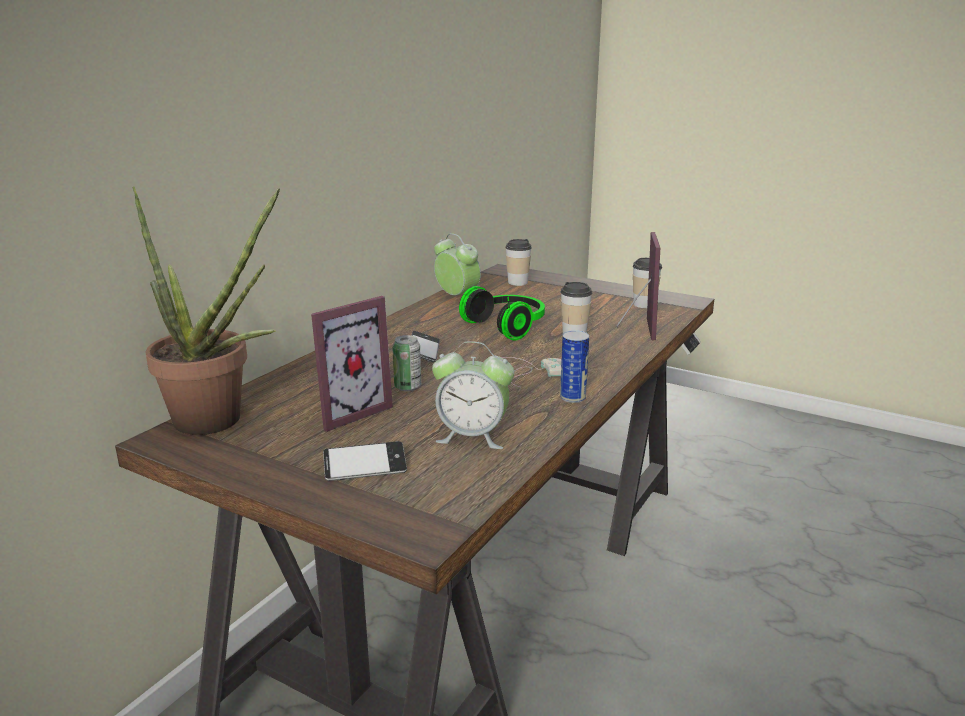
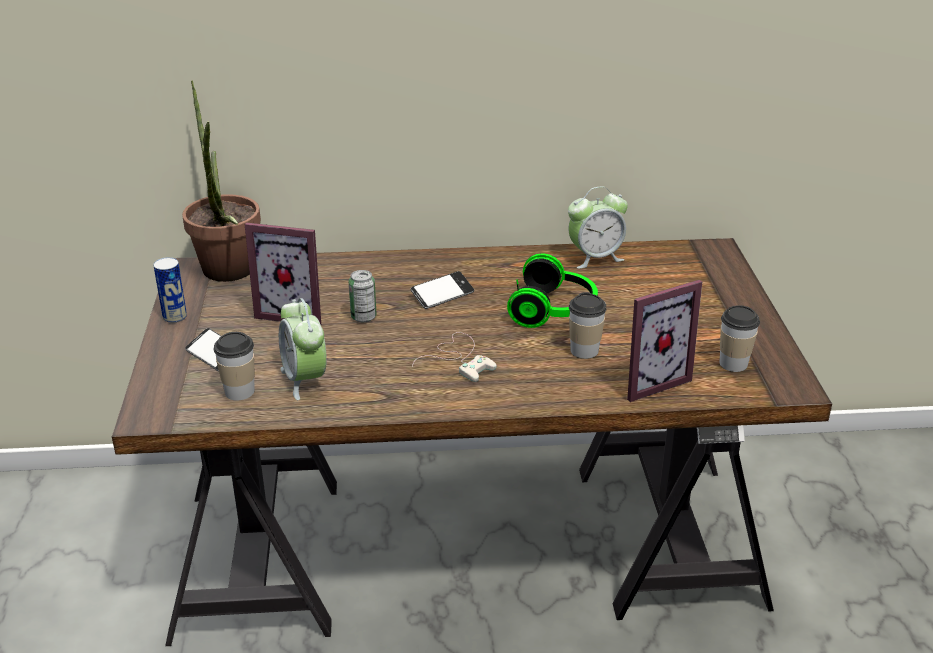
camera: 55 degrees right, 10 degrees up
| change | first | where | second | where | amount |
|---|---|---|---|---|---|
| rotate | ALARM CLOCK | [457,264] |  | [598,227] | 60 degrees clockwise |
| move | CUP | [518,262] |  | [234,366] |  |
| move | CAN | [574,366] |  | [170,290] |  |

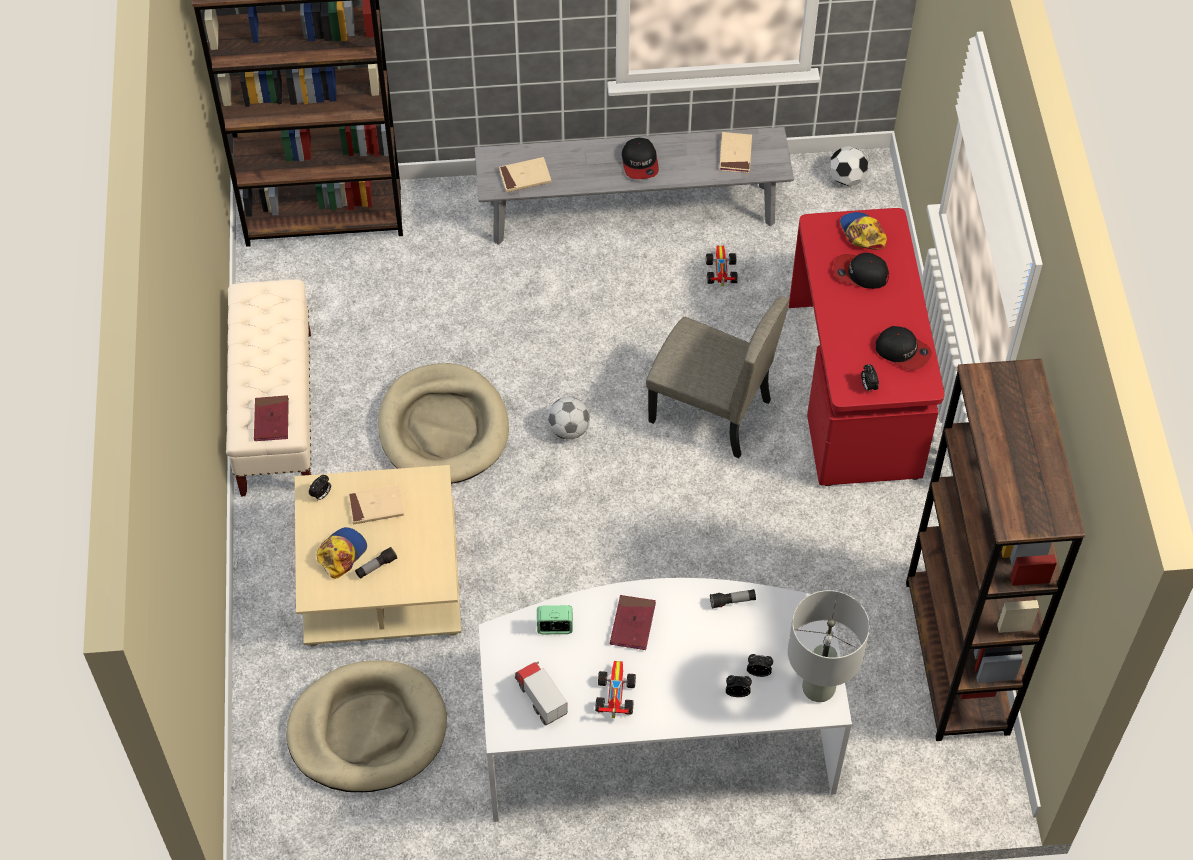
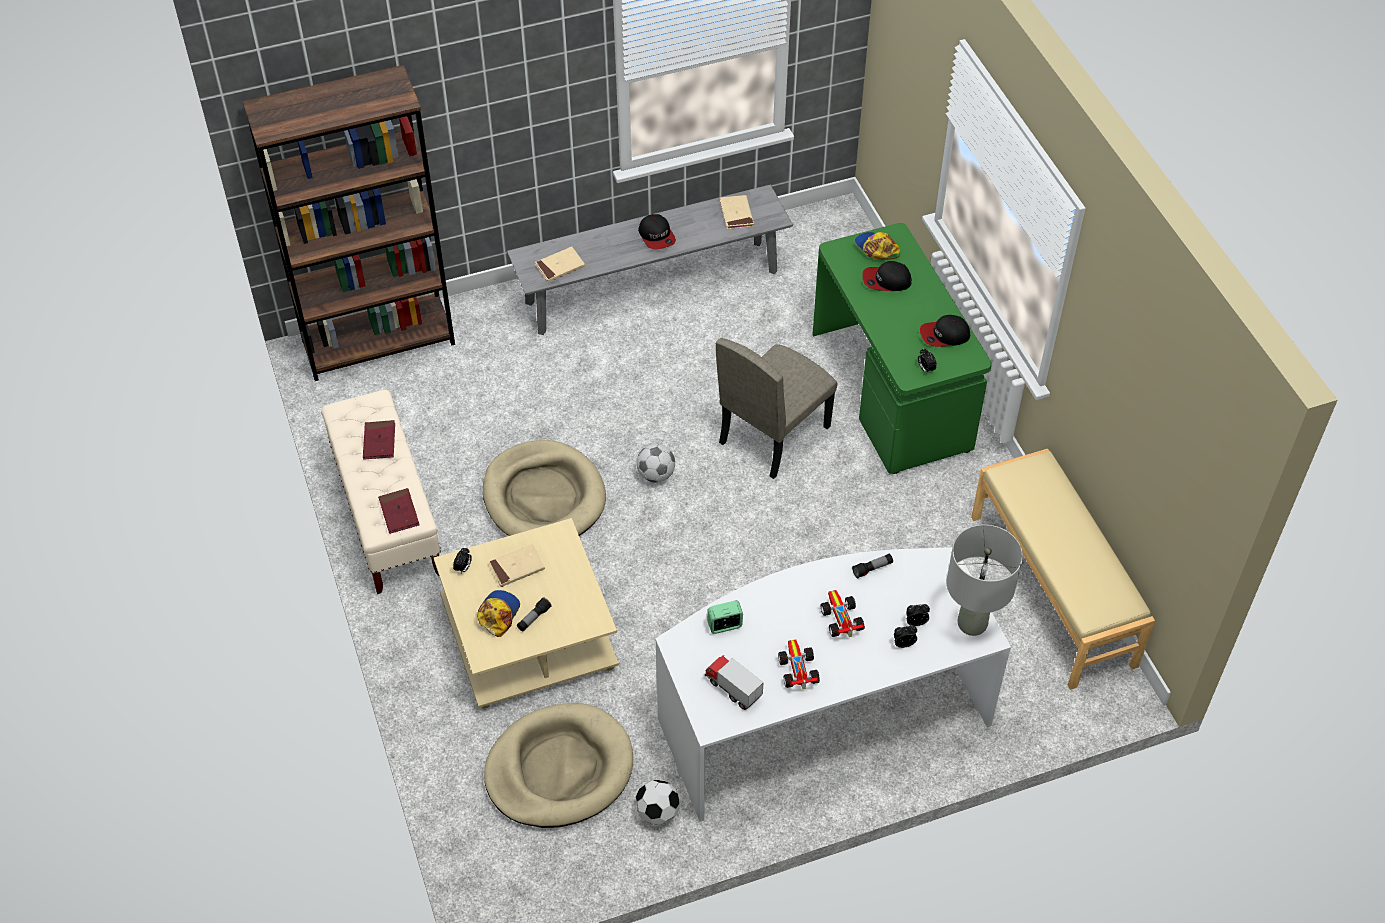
camera: 15 degrees left, 5 degrees down
| change | first | where | second | where | amount |
|---|---|---|---|---|---|
| move | RED BOOK | [633,622] |  | [379,439] |  |
| rotate | BEIGE CHAIR | [717,377] |  | [776,408] | 120 degrees clockwise |
| move | TOY CAR | [722,265] |  | [843,613] |  |
| recolor | RED DESK | [867,347] | GREEN DESK | [902,348] |  |
| move | FOOTBALL | [849,166] |  | [658,802] |  |
| rotate | CAP | [904,348] |  | [945,331] | 150 degrees clockwise |
| replace | BROWN BOOKCASE | [995,550] | BEIGE BENCH | [1063,569] |  |

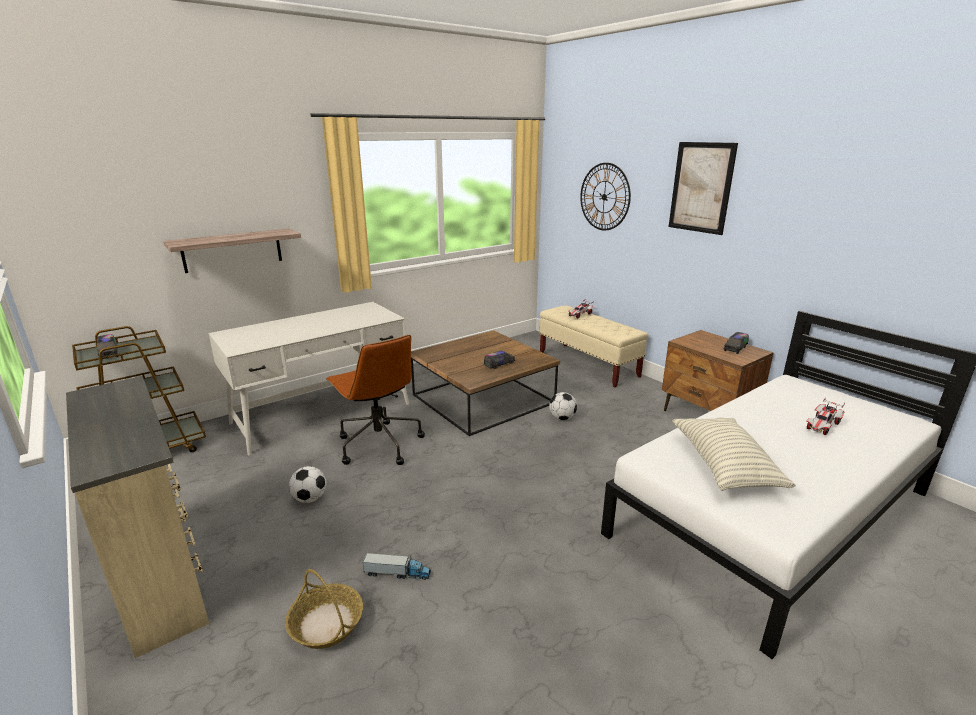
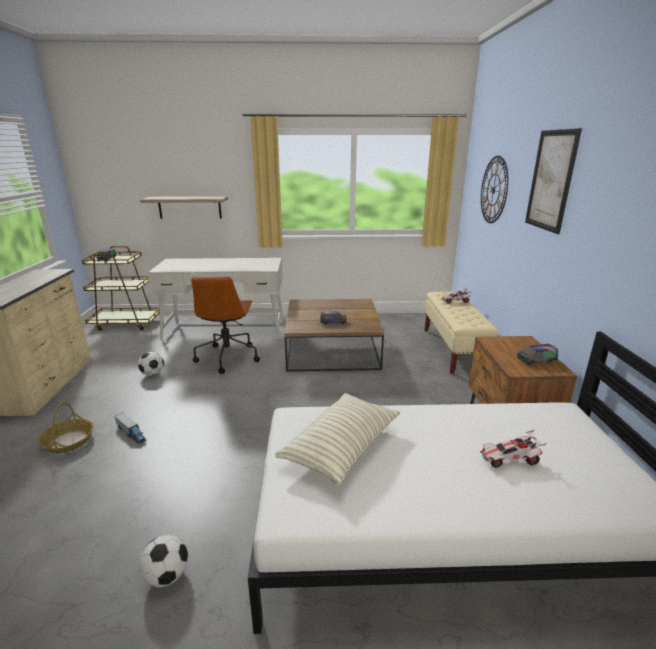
camera: 35 degrees right, 0 degrees up
| change | first | where | second | where | amount |
|---|---|---|---|---|---|
| move | FOOTBALL | [563,406] |  | [163,561] |  |

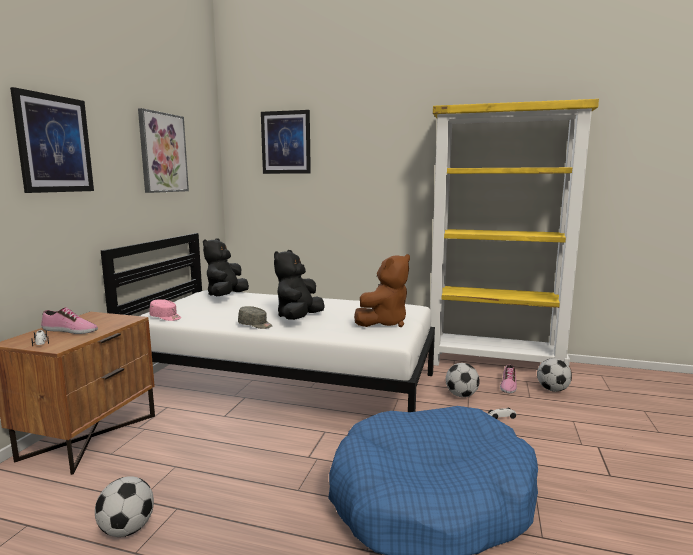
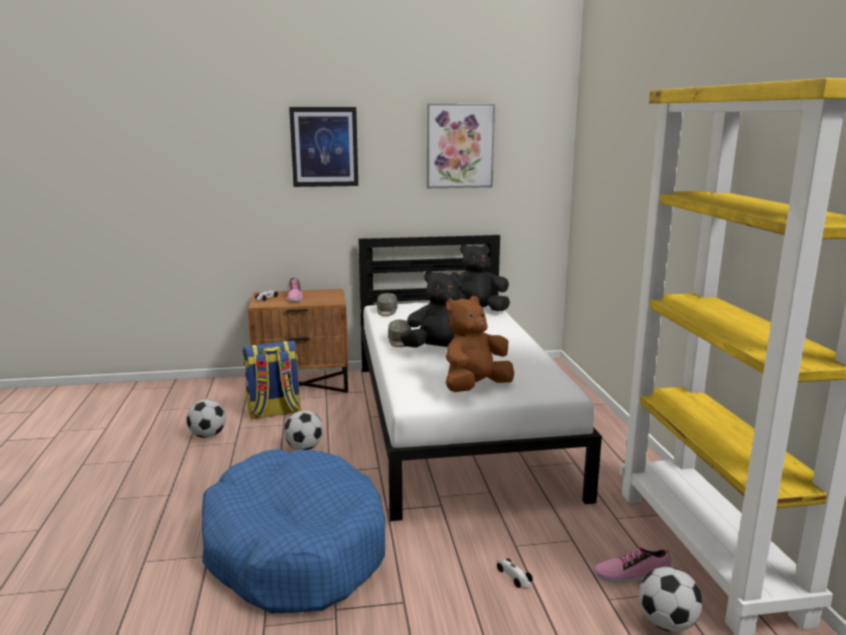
camera: 65 degrees right, 5 degrees up
| change | first | where | second | where | amount |
|---|---|---|---|---|---|
| recolor | PINK CAP | [165,310] | GREY CAP | [387,304] |  |
| delete | PICTURE | [286,142] |  |  |  |
| rotate | BROWN PLUSH TOY | [382,290] |  | [480,344] | 120 degrees clockwise |
| move | FOOTBALL | [463,380] |  | [303,430] |  |
| insert |  |  | BACKPACK | [272,380] |  |

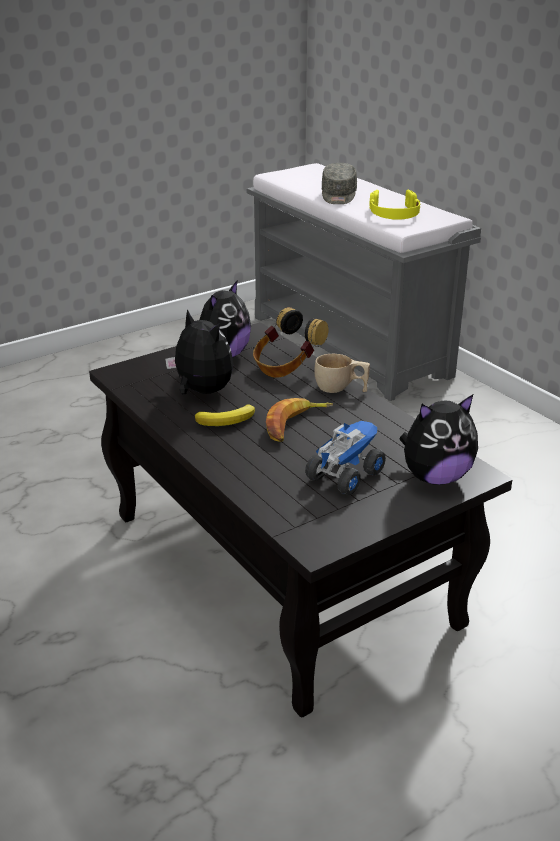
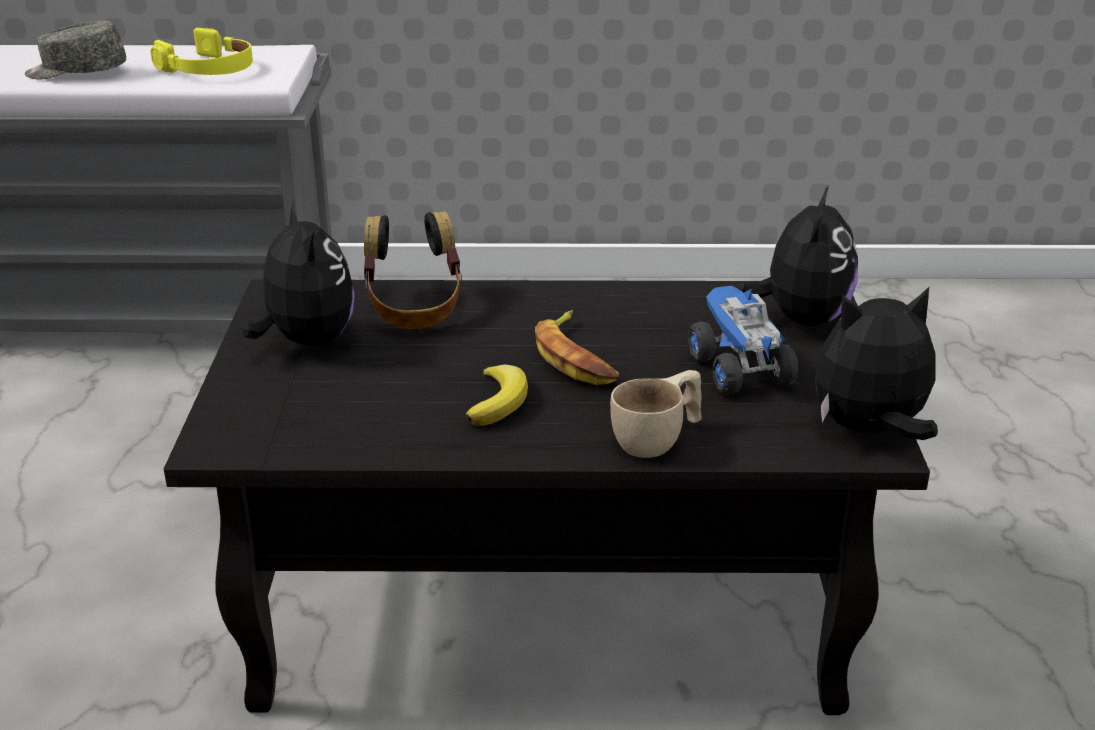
camera: 55 degrees left, 0 degrees up
| change | first | where | second | where | amount |
|---|---|---|---|---|---|
| move | PLUSH TOY | [199,351] |  | [876,363] |  |
| move | BEIGE CUP | [342,373] |  | [656,414] |  |
| rotate | GREY CAP | [339,183] |  | [75,50] | 135 degrees clockwise |

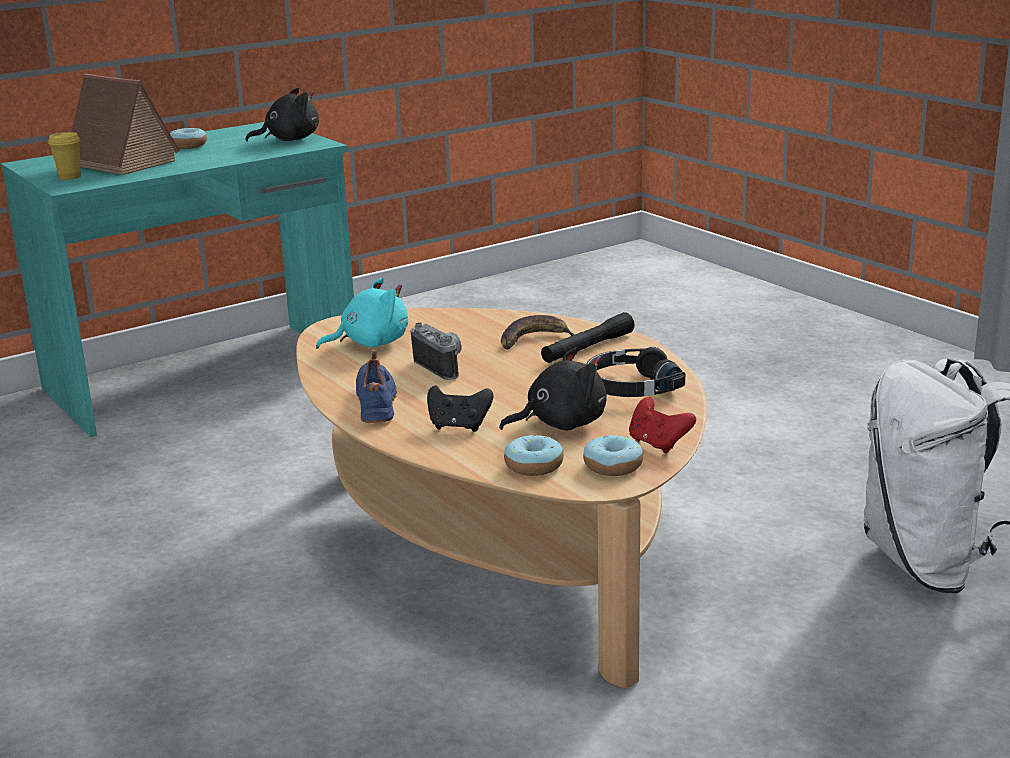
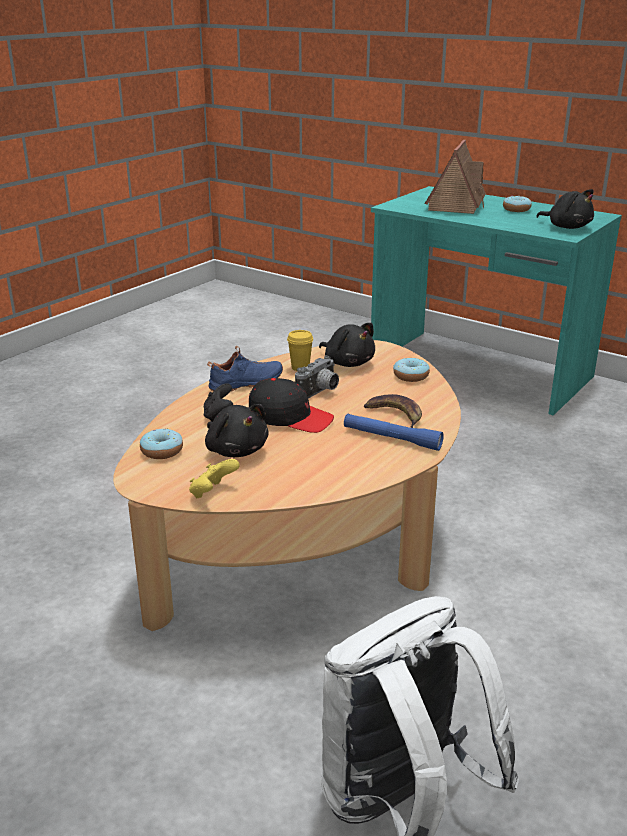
camera: 70 degrees right, 5 degrees up
| change | first | where | second | where | amount |
|---|---|---|---|---|---|
| move | YELLOW CUP | [64,156] |  | [300,350] |  |
| recolor | TURQUOISE PLUSH TOY | [362,313] | BLACK PLUSH TOY | [347,345] |  |
| recolor | BLACK FLASHLIGHT | [588,337] | BLUE FLASHLIGHT | [394,432] |  |
| move | DONUT | [613,455] |  | [411,370] |  |
| delete | BLACK HEADPHONES | [635,372] |  |  |  |
| recolor | RED GAME CONTROLLER | [662,425] | YELLOW GAME CONTROLLER | [214,479] |  |
| insert |  |  | BLACK CAP | [291,405] |  |

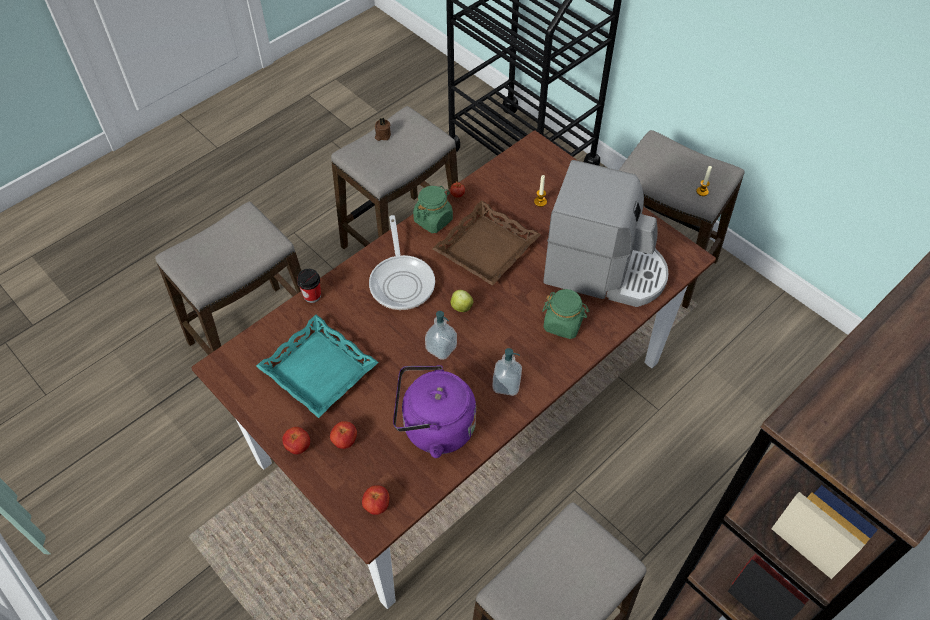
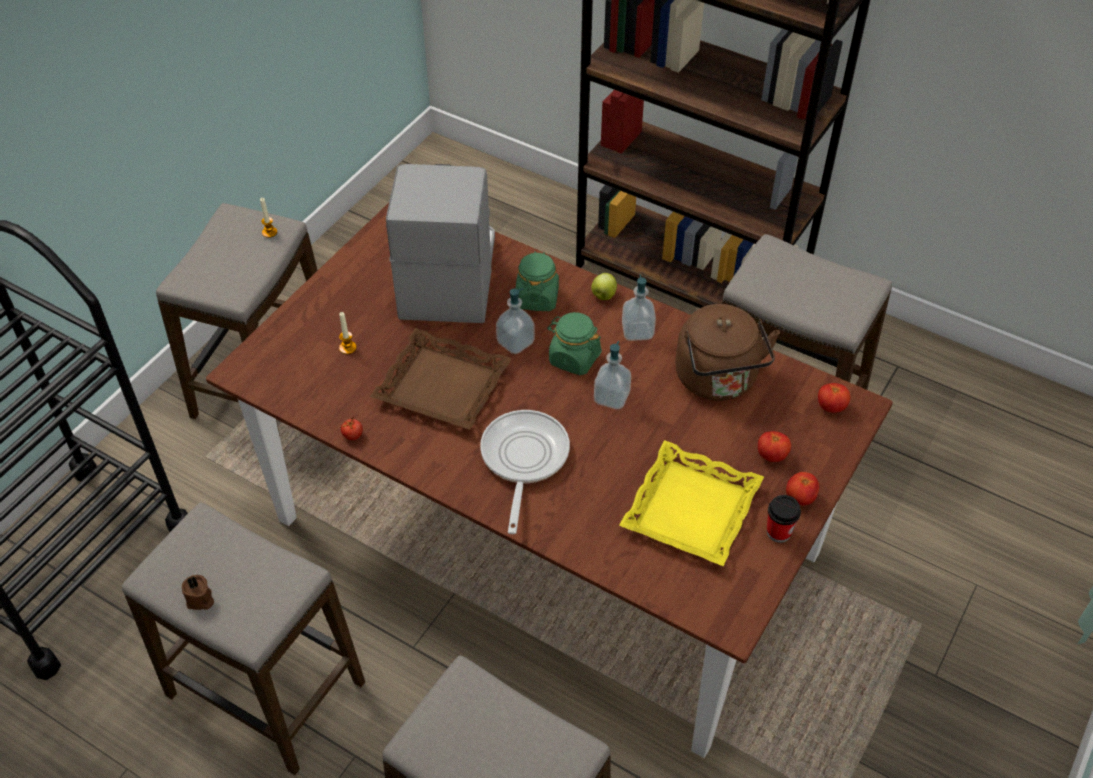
camera: 105 degrees left, 5 degrees down
| change | first | where | second | where | amount |
|---|---|---|---|---|---|
| recolor | TURQUOISE TRAY | [317,366] | YELLOW TRAY | [691,503] |  |
| move | CUP | [309,286] |  | [784,519] |  |
| rotate | FRYING PAN | [402,262] |  | [525,472] | 60 degrees counterclockwise |
| recolor | PURPLE KETTLE | [434,411] | BROWN KETTLE | [727,352] |  |
| move | GREEN JAR | [433,209] |  | [574,343] |  |
| move | APPLE | [462,301] |  | [604,286] |  |
| insert |  |  | SOAP DISPENSER | [515,321] |  |

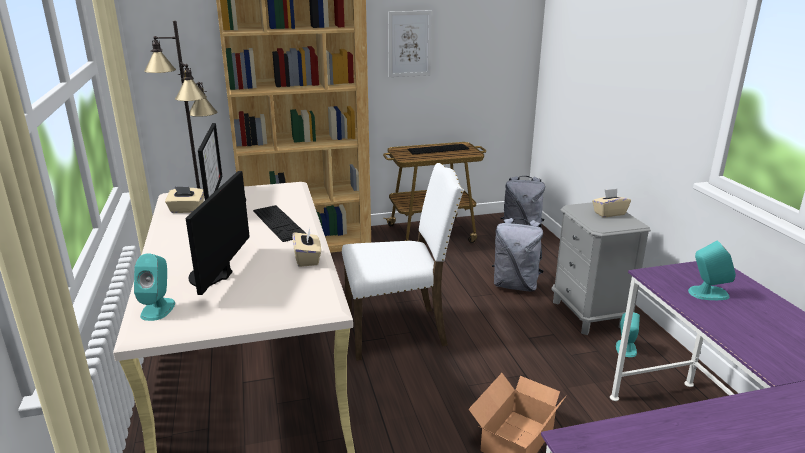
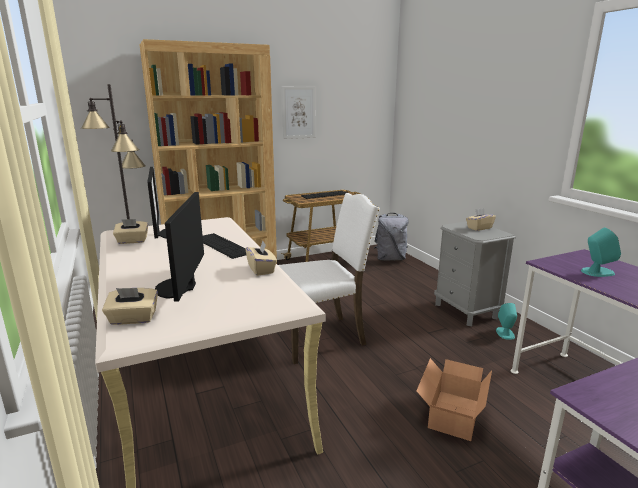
camera: 10 degrees left, 5 degrees down
| change | first | where | second | where | amount |
|---|---|---|---|---|---|
| replace | TURQUOISE SPEAKER | [154,287] | BEIGE TISSUE BOX | [130,306] |  |
| delete | GREY BACKPACK | [518,254] |  |  |  |

